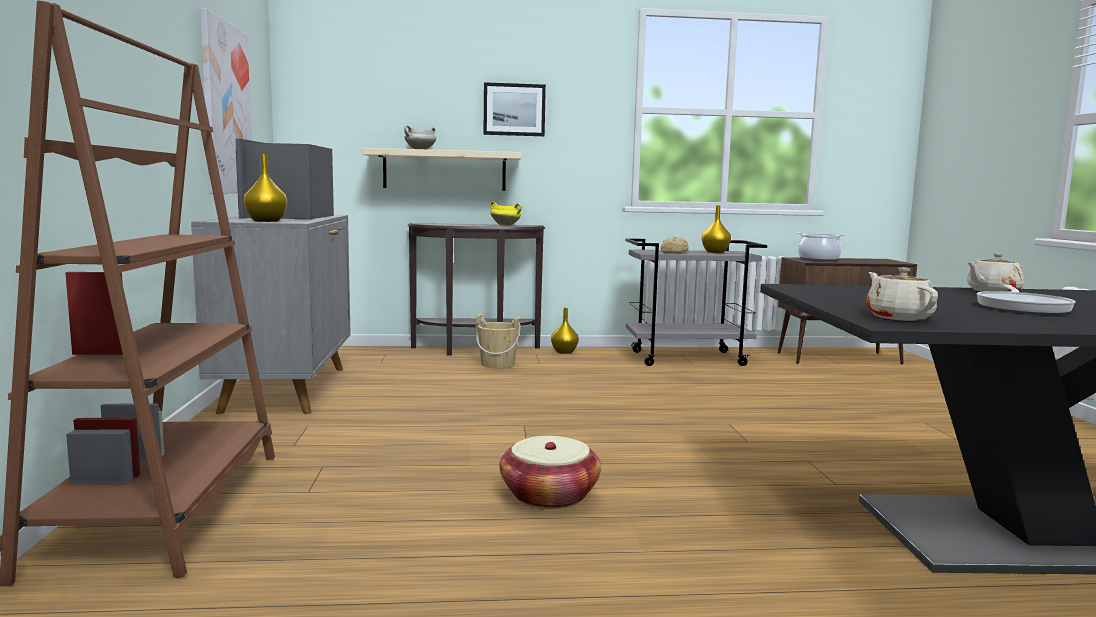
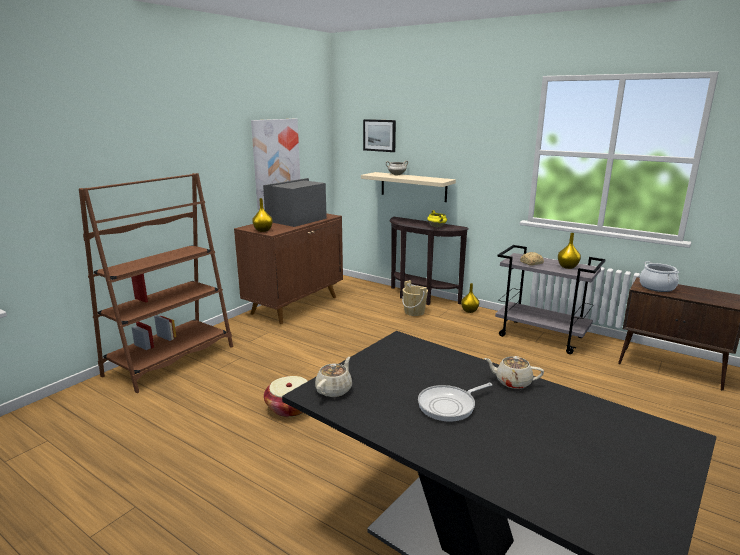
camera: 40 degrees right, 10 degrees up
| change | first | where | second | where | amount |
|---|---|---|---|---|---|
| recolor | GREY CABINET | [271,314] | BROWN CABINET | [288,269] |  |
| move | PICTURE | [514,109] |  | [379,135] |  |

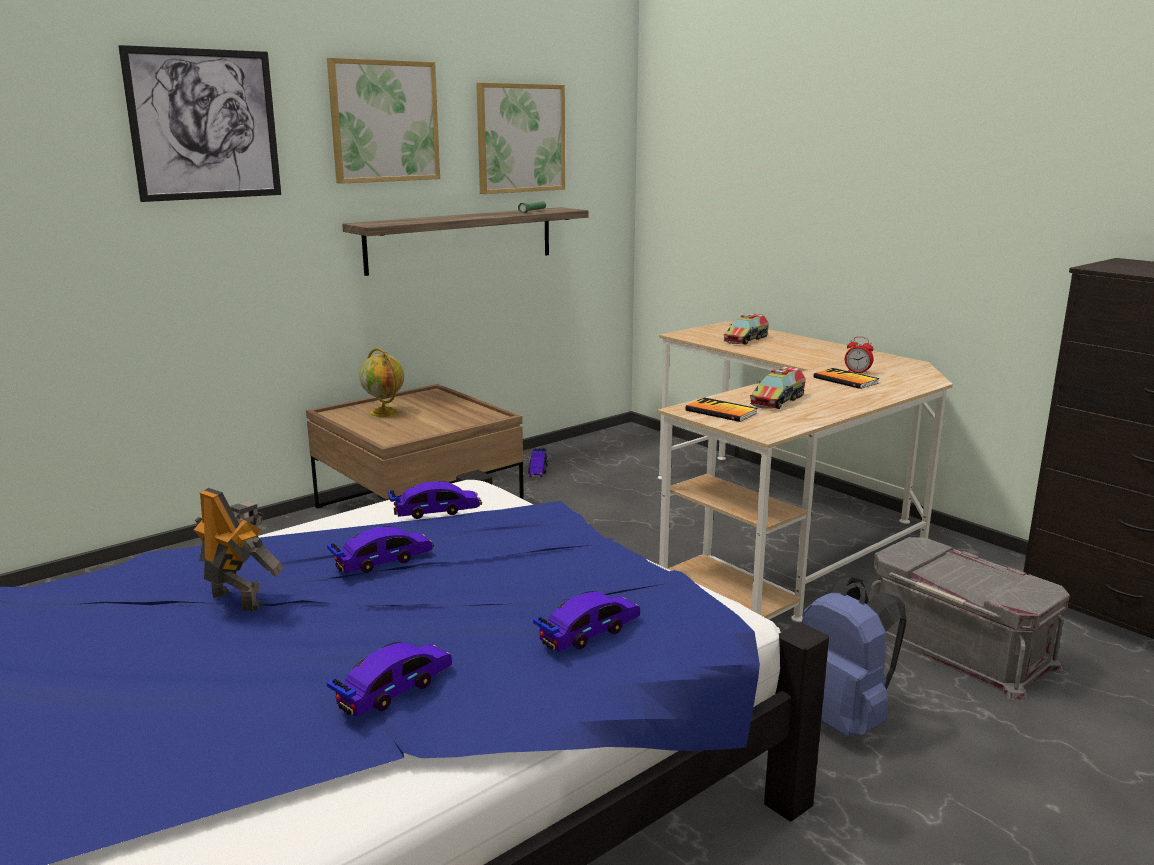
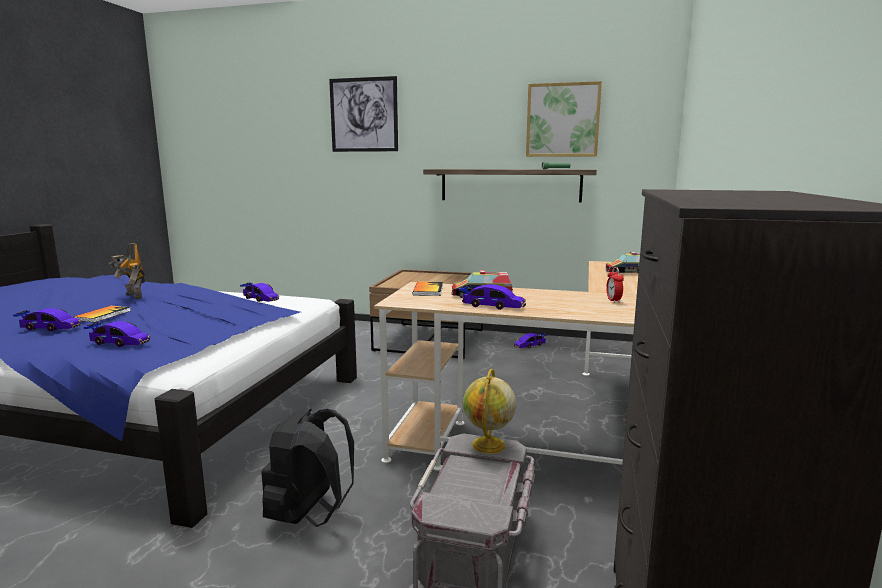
camera: 55 degrees right, 5 degrees down
| change | first | where | second | where | amount |
|---|---|---|---|---|---|
| rotate | TOY ROBOT | [238,549] |  | [127,271] | 135 degrees clockwise |
| delete | PICTURE | [383,121] |  |  |  |
| move | TOY CAR | [380,549] |  | [492,297] |  |
| move | GLOBE | [382,382] |  | [489,411] |  |
| recolor | BLUE BACKPACK | [854,657] | BLACK BACKPACK | [308,468] |  |
| move | BOOK | [846,378] |  | [102,314] |  |

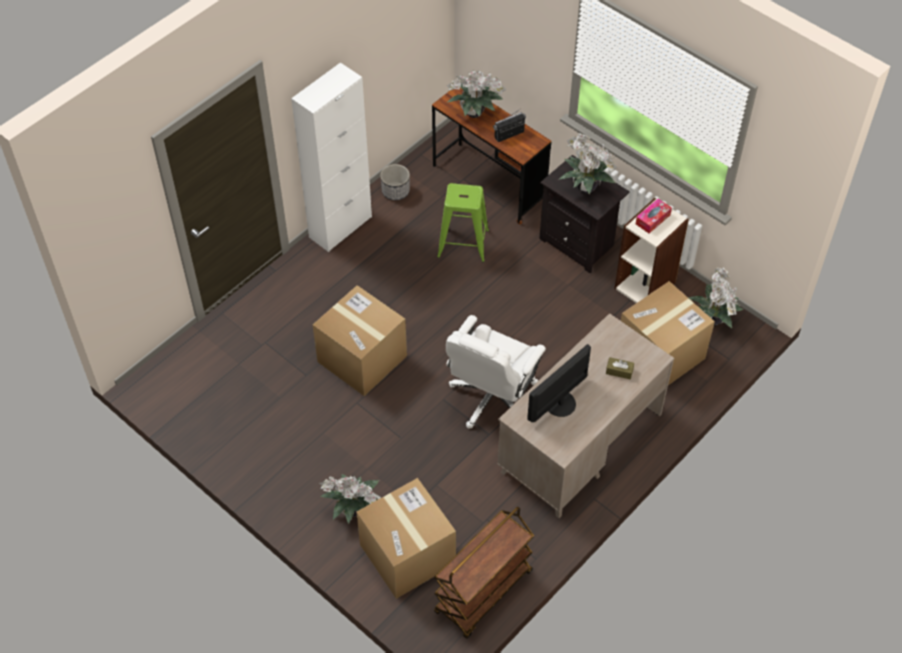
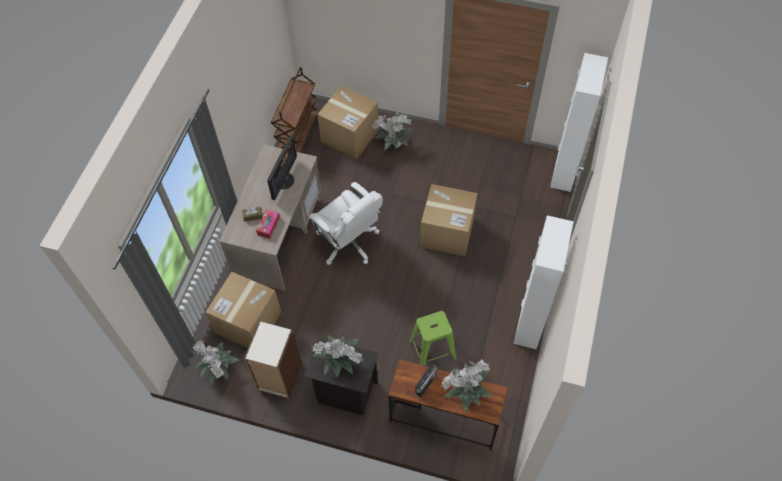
camera: 155 degrees right, 5 degrees up
| change | first | where | second | where | amount |
|---|---|---|---|---|---|
| delete | PLANTER | [395,182] |  |  |  |
| rotate | WHITE OFFICE CHAIR | [496,372] |  | [346,223] | 135 degrees clockwise |
| move | TISSUE BOX | [654,216] |  | [268,224] |  |
| insert |  |  | WHITE CABINET | [579,122] |  |

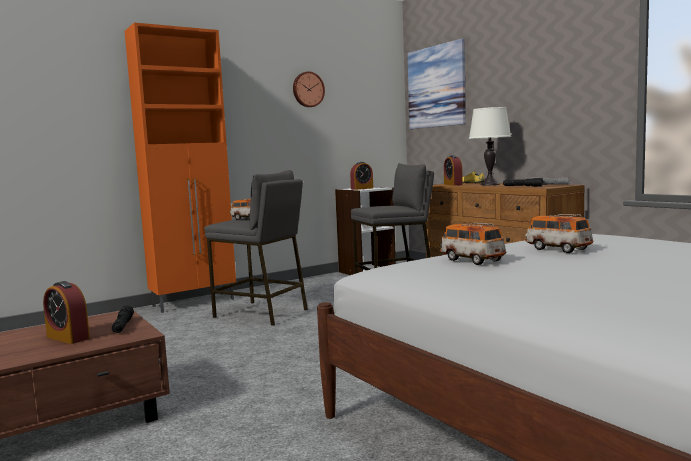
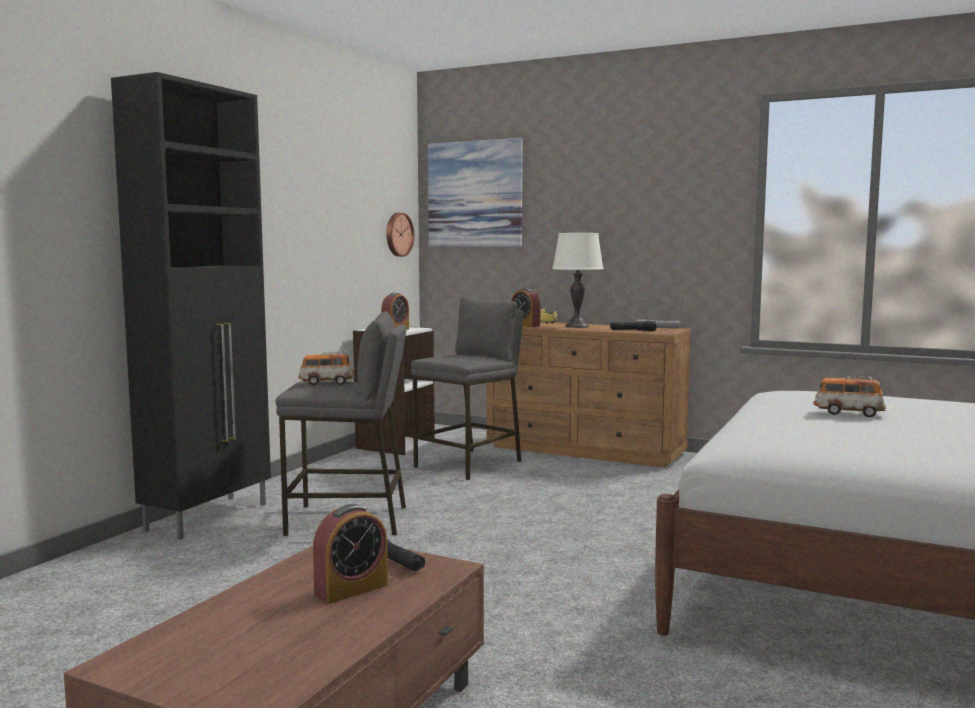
camera: 30 degrees left, 0 degrees up
| change | first | where | second | where | amount |
|---|---|---|---|---|---|
| rotate | ALARM CLOCK | [66,312] |  | [350,554] | 45 degrees counterclockwise |
| recolor | ORANGE CABINET | [180,168] | BLACK CABINET | [191,306] |  |
| move | WALL CLOCK | [309,89] |  | [400,235] |  |
| delete | TOY CAR | [473,244] |  |  |  |

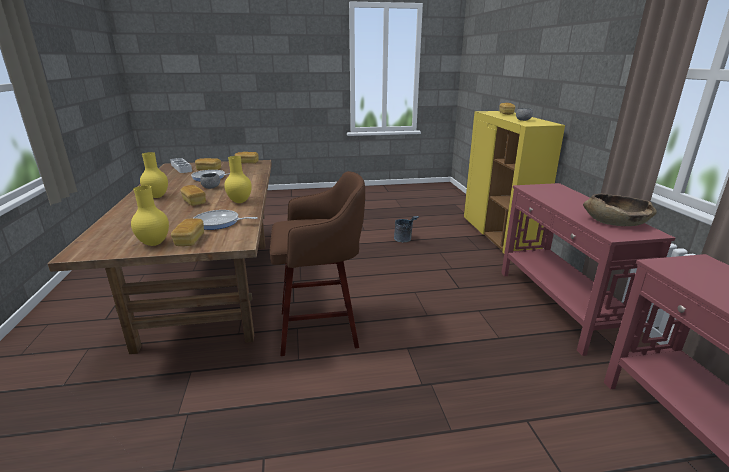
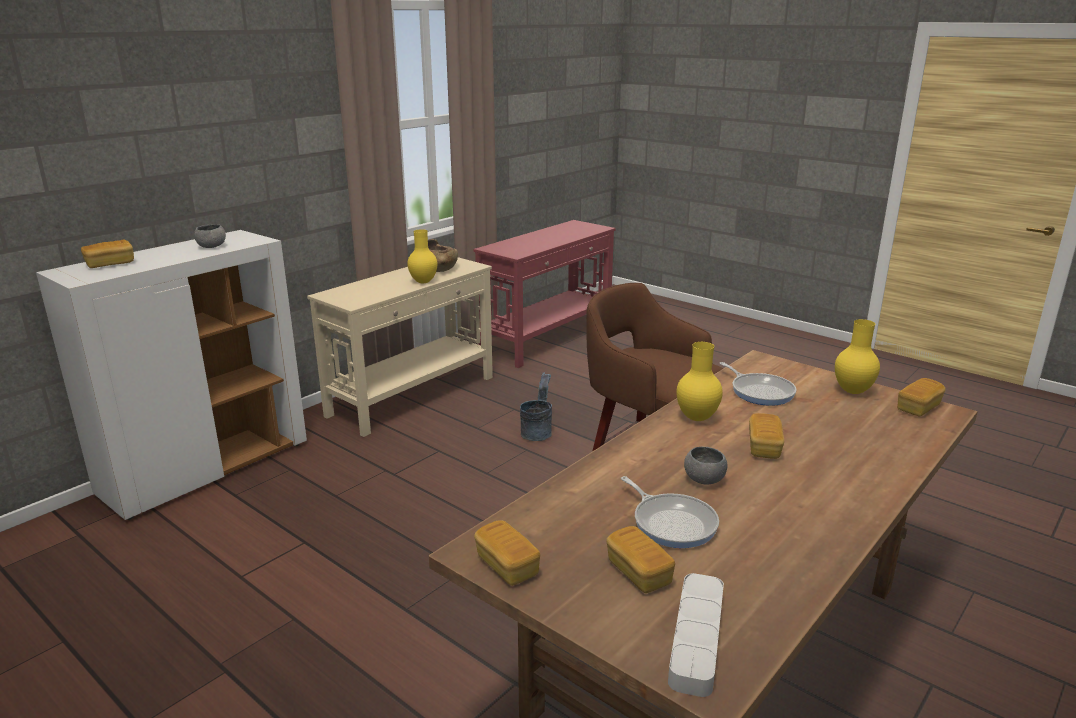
camera: 130 degrees left, 0 degrees up
| change | first | where | second | where | amount |
|---|---|---|---|---|---|
| move | YELLOW VASE | [154,175] |  | [422,256] |  |
| move | BREAD | [187,232] |  | [921,397] |  |
| move | GREY BUCKET | [406,229] |  | [536,407] |  |
| recolor | YELLOW CABINET | [514,182] | WHITE CABINET | [171,375] |  |
| recolor | RED CONSOLE TABLE | [588,269] | BEIGE CONSOLE TABLE | [400,347] |  |

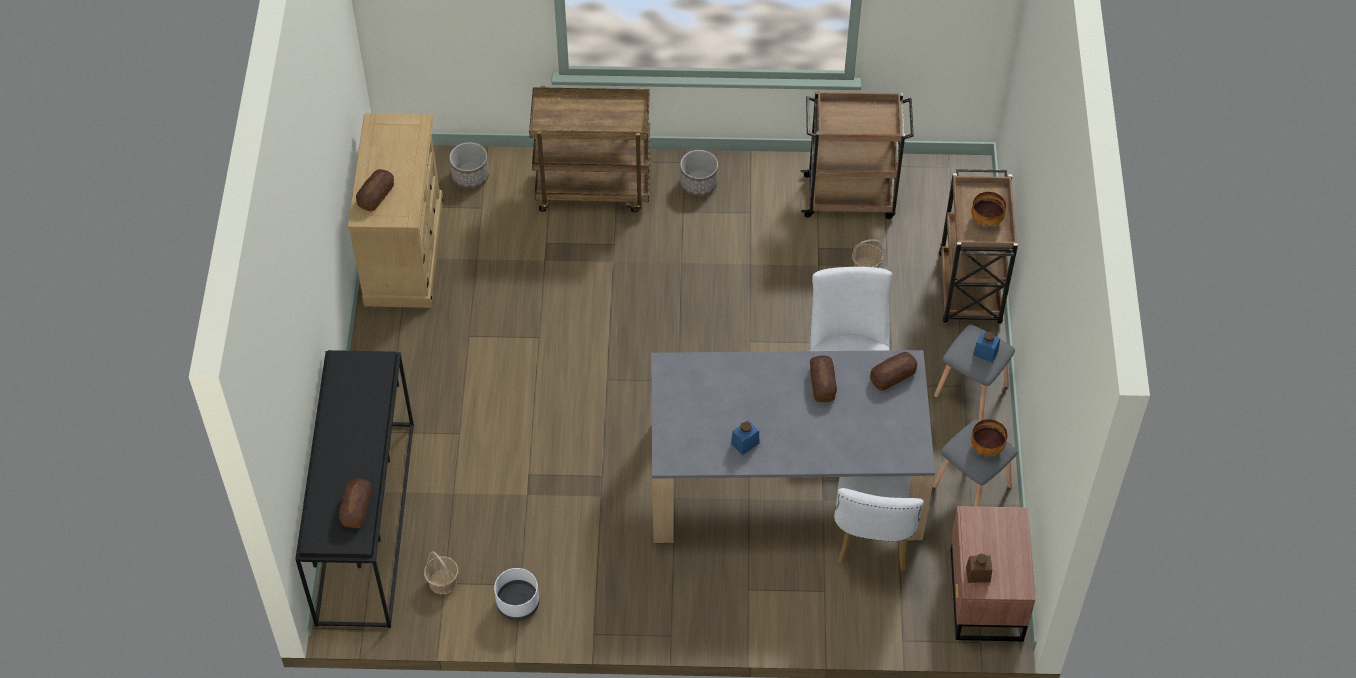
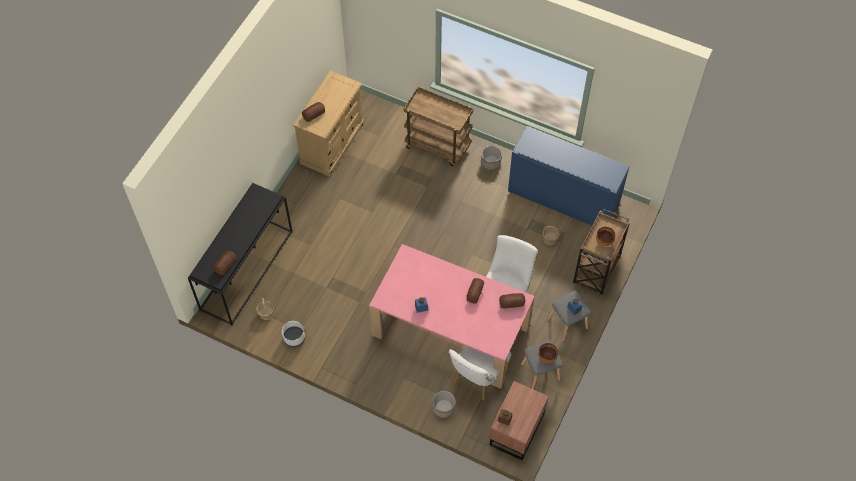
camera: 25 degrees right, 5 degrees up
| change | first | where | second | where | amount |
|---|---|---|---|---|---|
| move | PLANTER | [469,165] |  | [444,404] |  |
| recolor | GREY DINING TABLE | [793,446] | PINK DINING TABLE | [452,316] |  |
| replace | BROWN CART | [857,155] | BLUE CABINET | [569,175] |  |

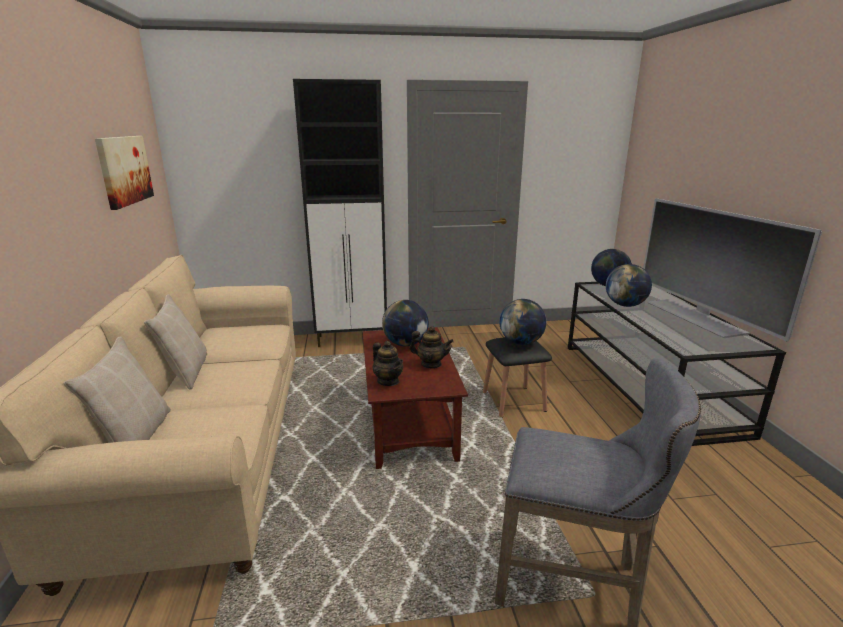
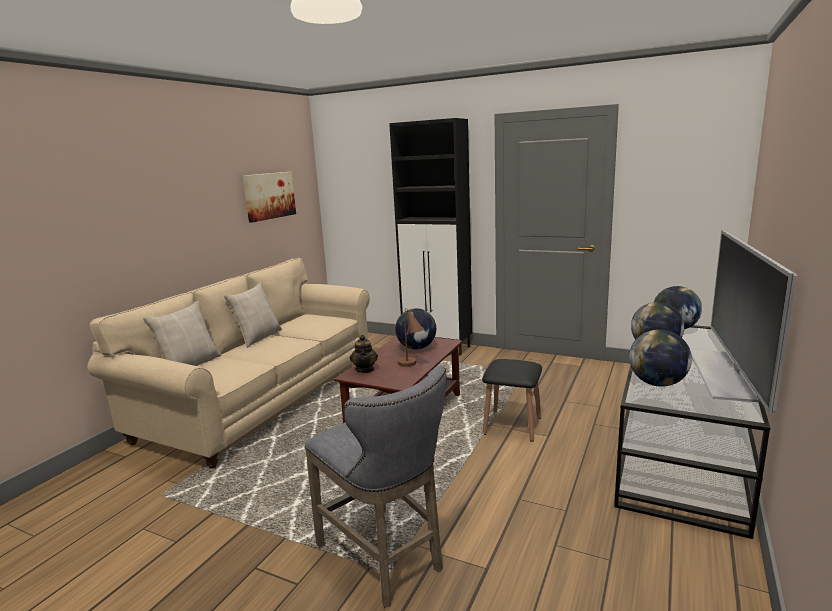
camera: 35 degrees right, 5 degrees down
| change | first | where | second | where | amount |
|---|---|---|---|---|---|
| replace | TEAPOT | [431,347] | BROWN TABLE LAMP | [411,337] |  |
| move | GLOBE | [522,322] |  | [660,358] |  |

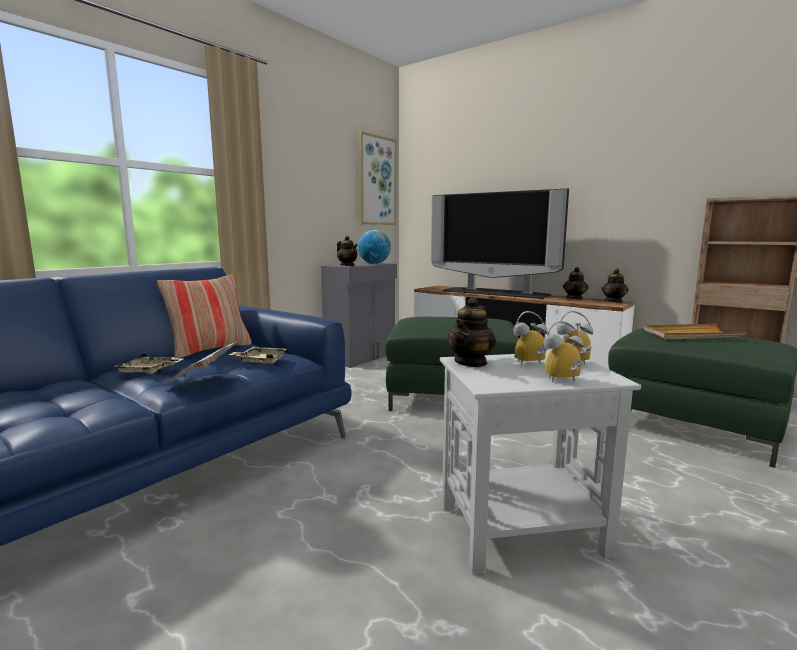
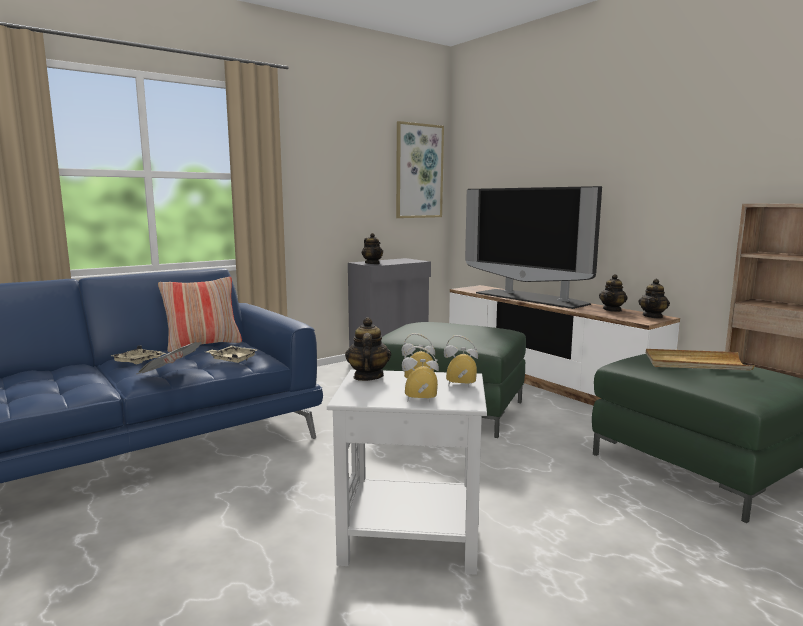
camera: 15 degrees right, 0 degrees up
| change | first | where | second | where | amount |
|---|---|---|---|---|---|
| delete | GLOBE | [374,247] |  |  |  |
| rotate | TEAPOT | [471,332] |  | [368,349] | 135 degrees clockwise |

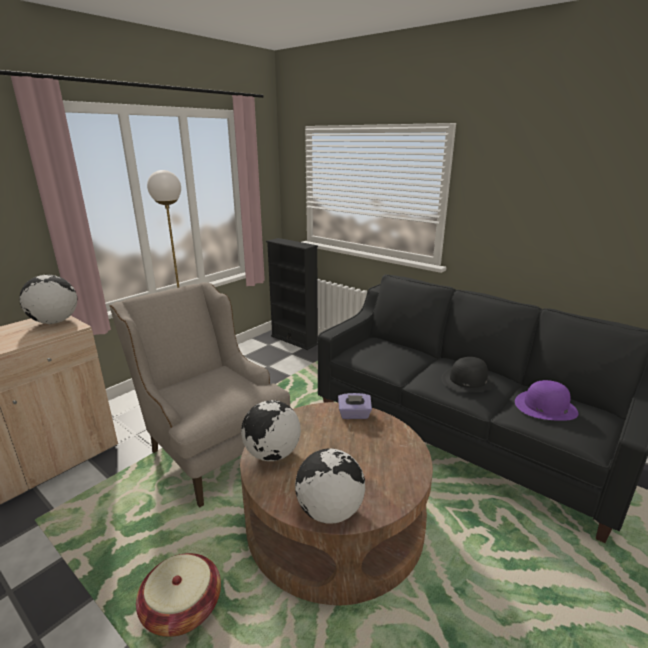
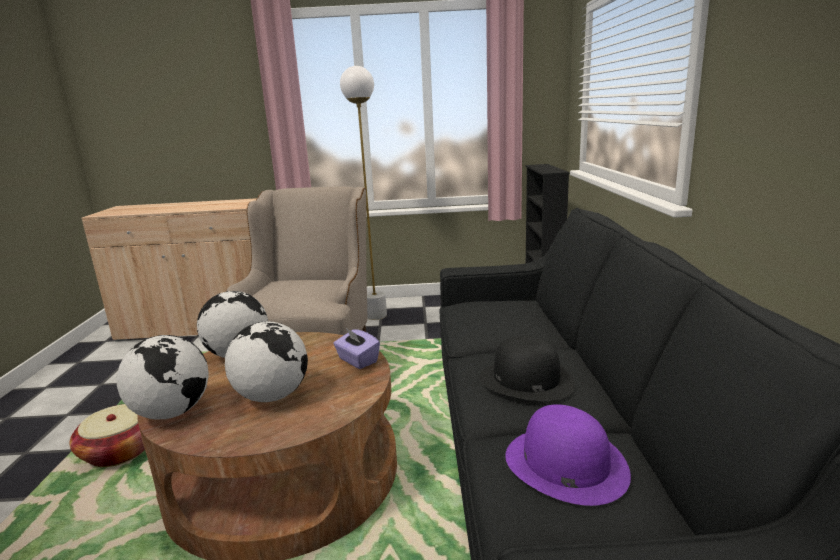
camera: 50 degrees right, 5 degrees down
| change | first | where | second | where | amount |
|---|---|---|---|---|---|
| move | GLOBE | [48,299] |  | [266,361] |  |

